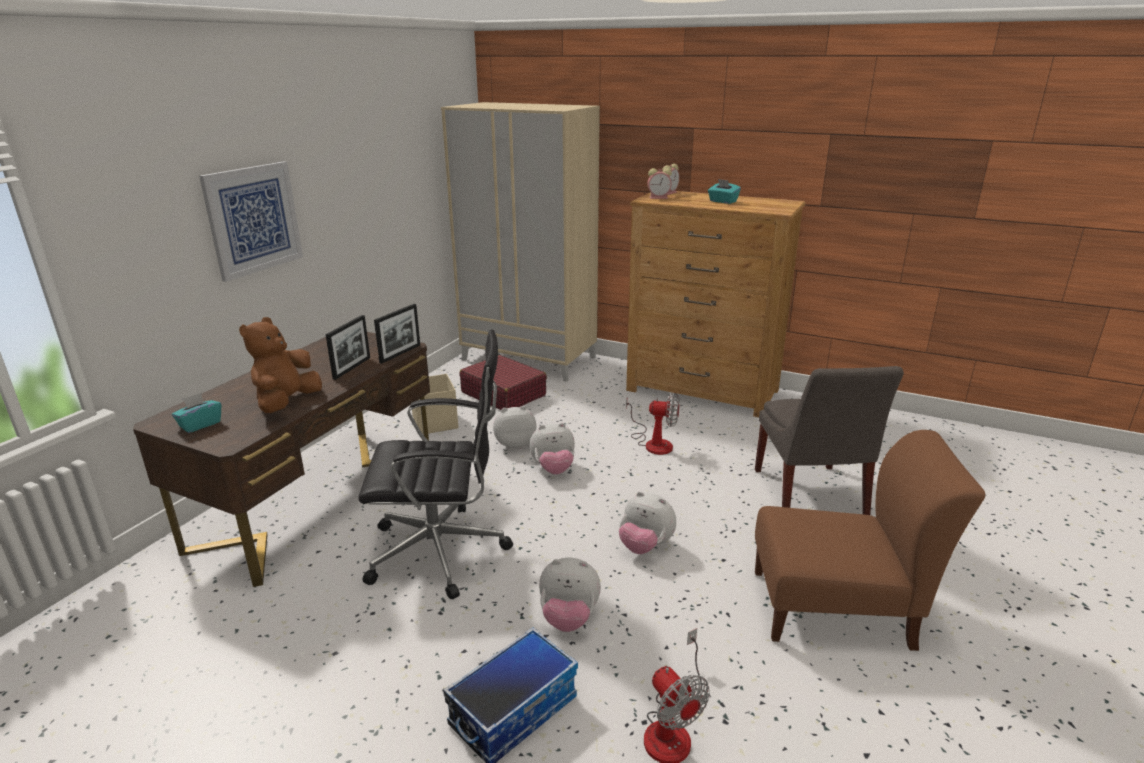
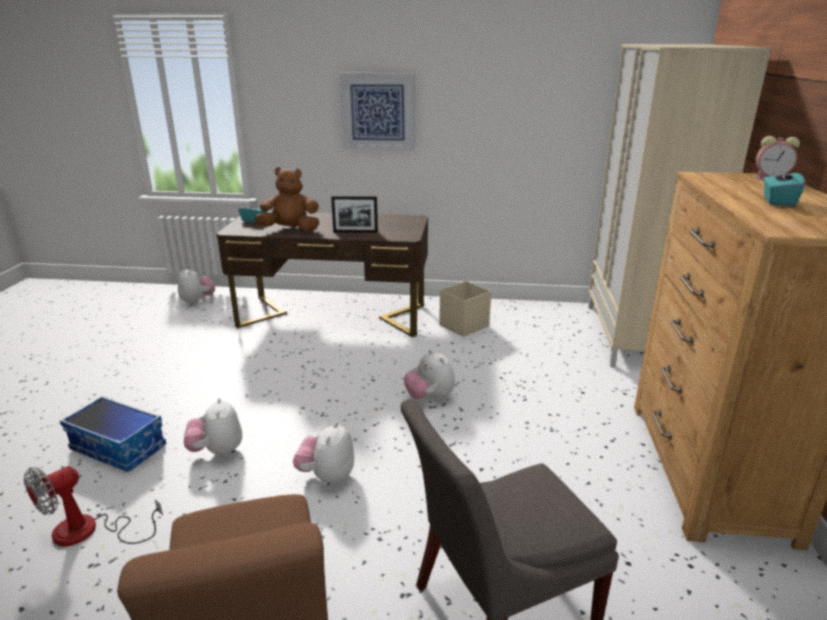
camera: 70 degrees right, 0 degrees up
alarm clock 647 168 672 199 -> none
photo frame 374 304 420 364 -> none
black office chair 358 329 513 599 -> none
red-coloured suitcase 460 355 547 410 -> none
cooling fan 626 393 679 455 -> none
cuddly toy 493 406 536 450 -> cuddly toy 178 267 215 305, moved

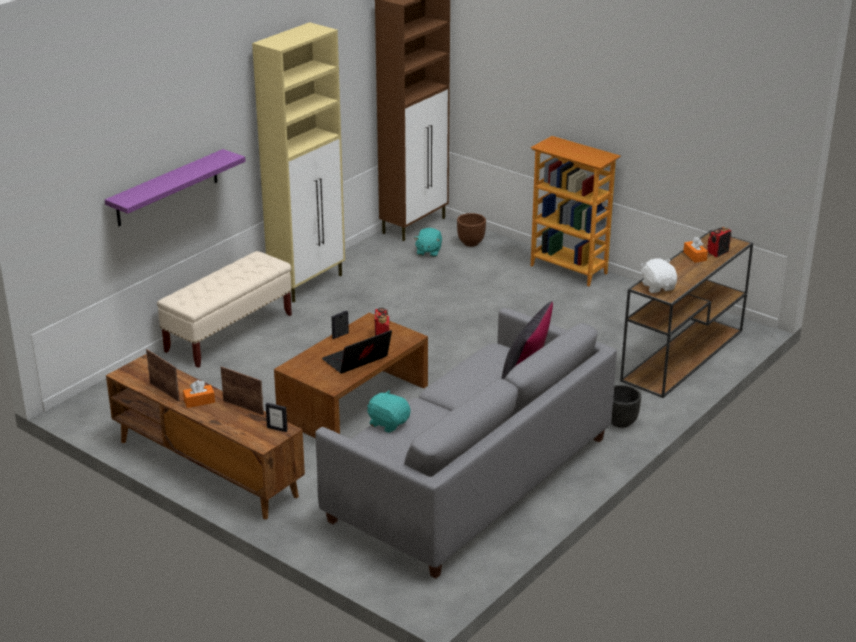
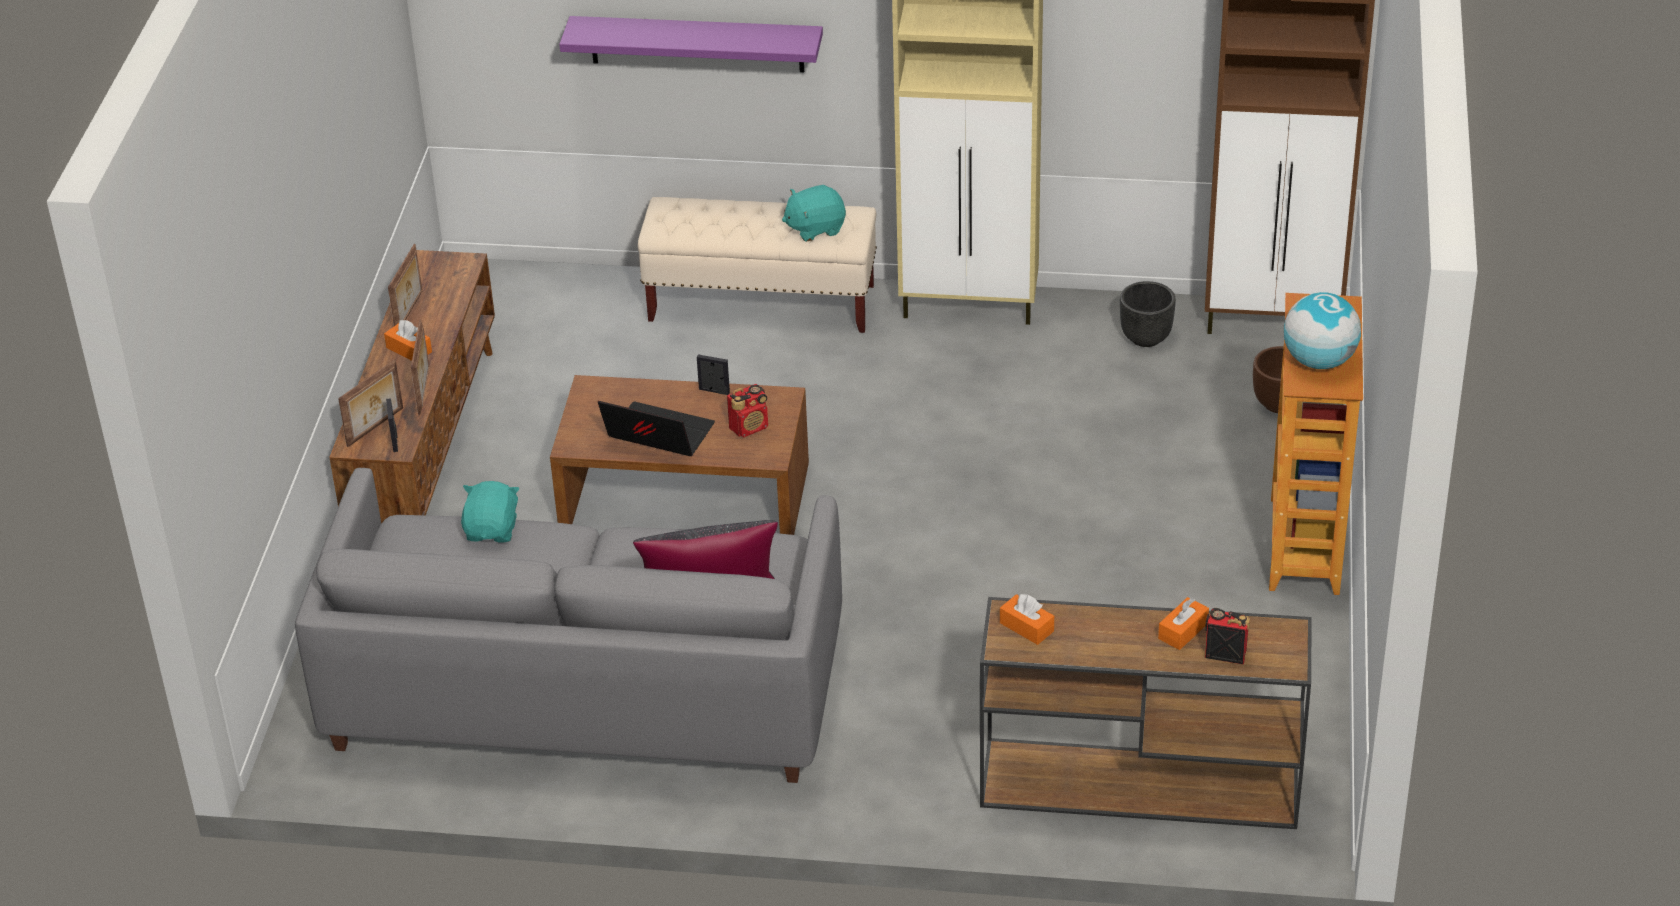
camera: 60 degrees right, 10 degrees up
turquoise cuddly toy 414 228 442 257 -> turquoise cuddly toy 782 185 846 242, moved
white-coloured cuddly toy 640 258 677 293 -> orange tissue holder 1000 594 1054 645
black planter 611 385 641 428 -> black planter 1120 281 1176 347, moved
none -> desk globe 1284 292 1361 369
none -> photo frame 338 359 403 447

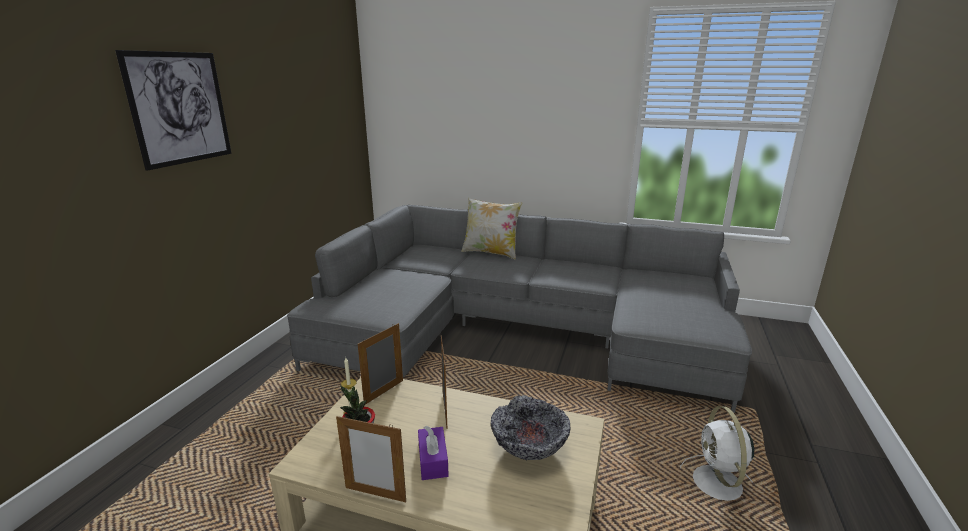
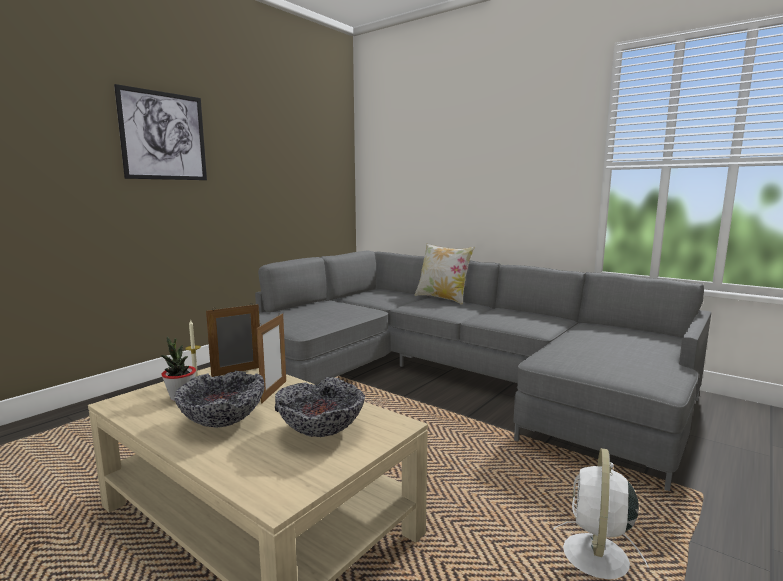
camera: 20 degrees right, 10 degrees down
photo frame 336 415 406 502 -> none
purplish tissue holder 418 426 449 480 -> bowl 174 371 265 428

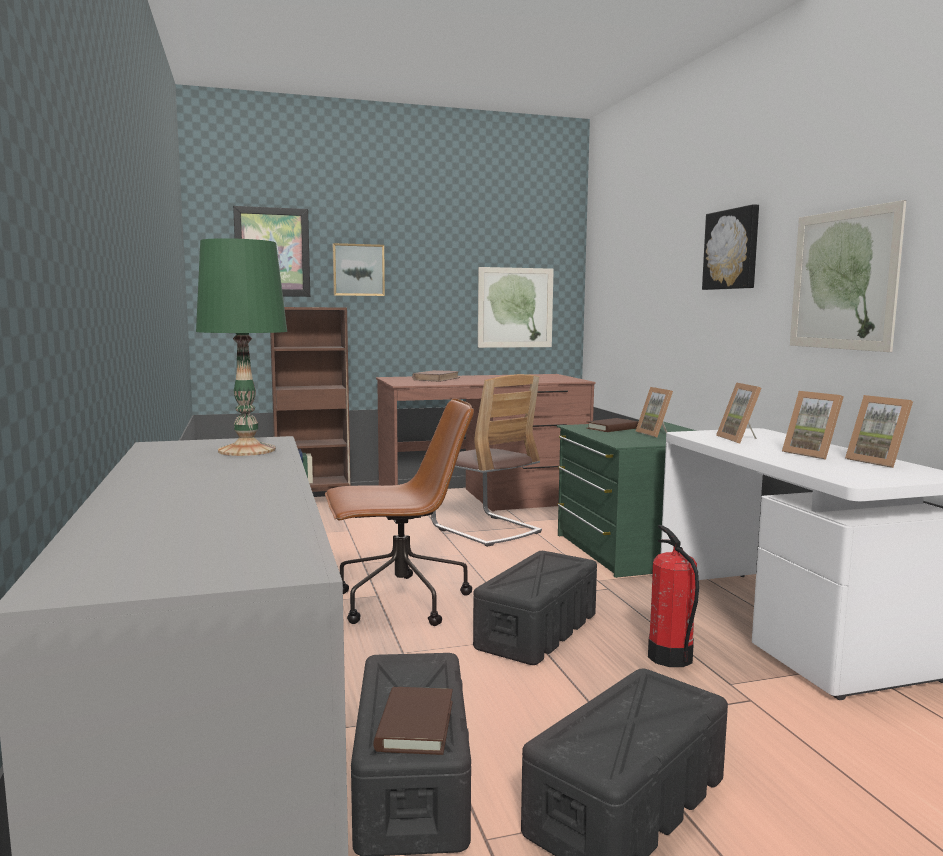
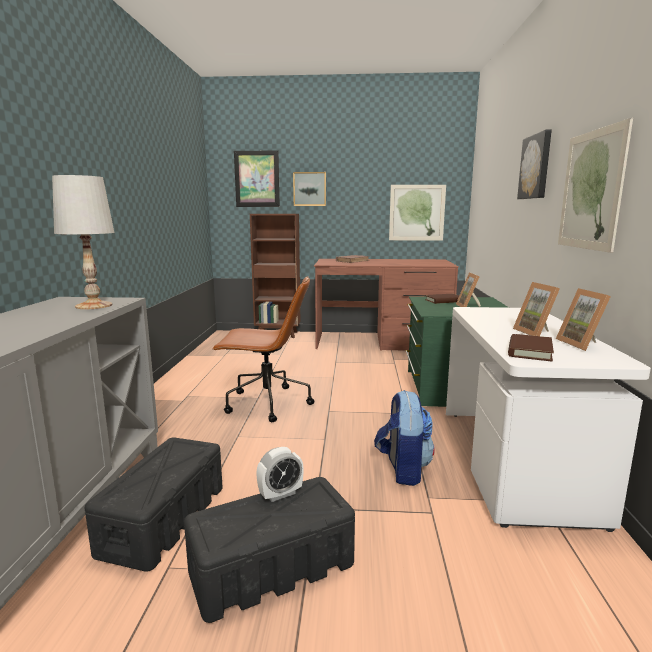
camera: 20 degrees right, 5 degrees up
green-coloured table lamp 196 238 287 456 -> white-coloured table lamp 52 175 114 309
chair 431 374 542 547 -> none
photo frame 716 383 761 444 -> none
fire-fighting cylinder 648 525 699 667 -> rucksack 374 390 435 486
black storage bin 473 551 597 665 -> none
brownish volume 373 687 453 755 -> brownish volume 508 334 554 362, moved
none -> alarm clock 256 447 304 502

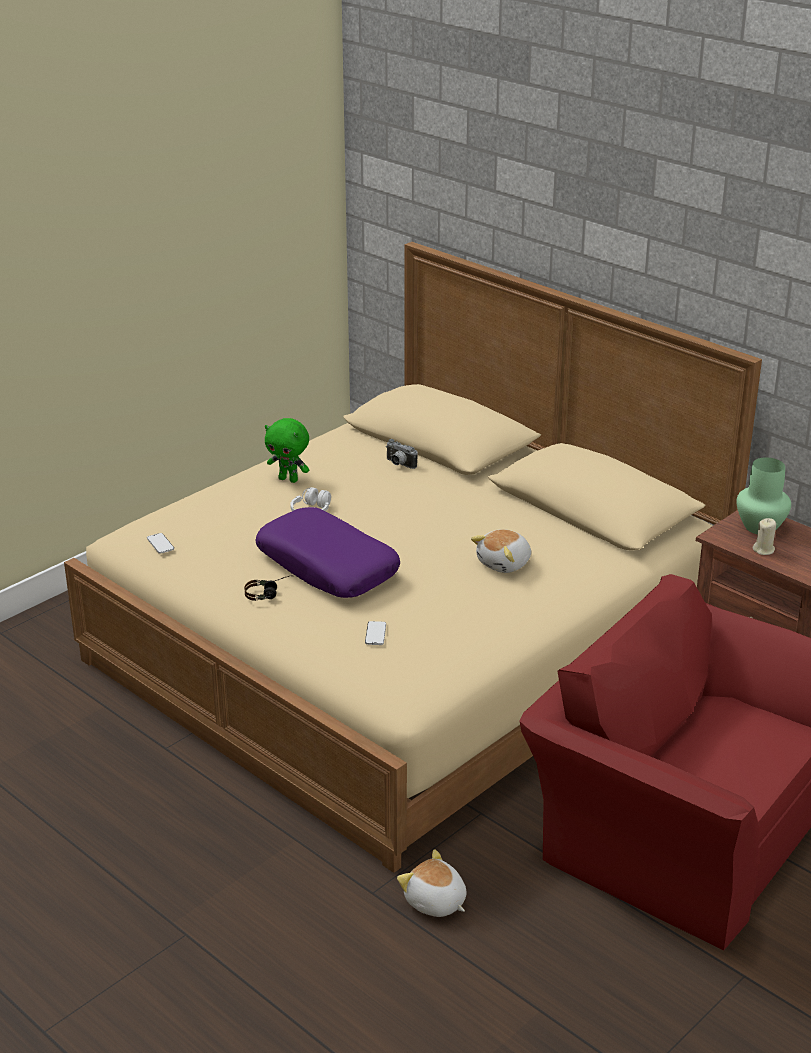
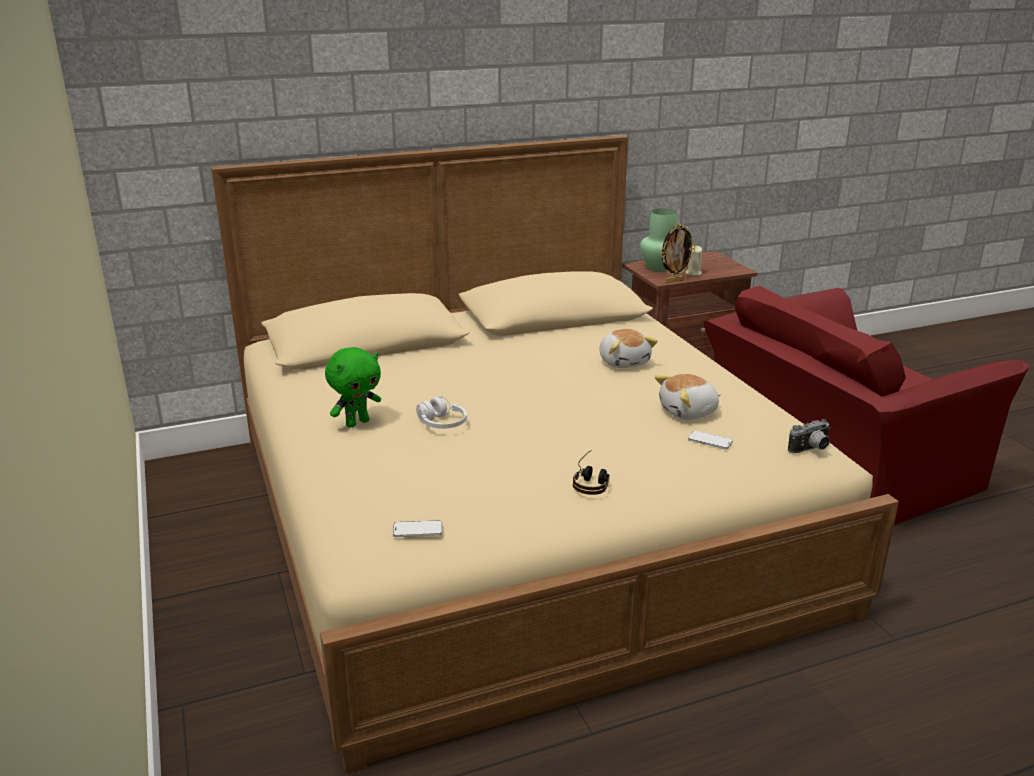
camera: 65 degrees left, 5 degrees down
photo camera 386 439 418 469 -> photo camera 788 419 830 453, moved
purplish pillow 256 507 400 598 -> none
cuddly toy 397 849 467 917 -> cuddly toy 655 374 721 420, moved
none -> photo frame 661 224 695 283

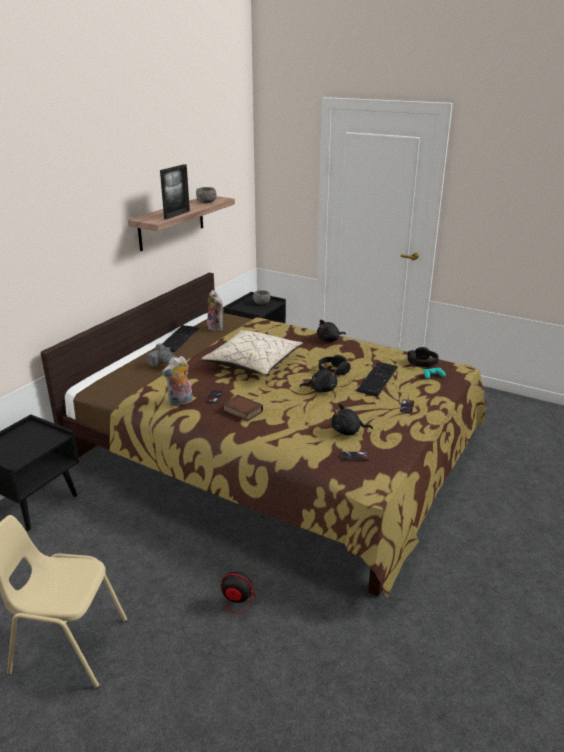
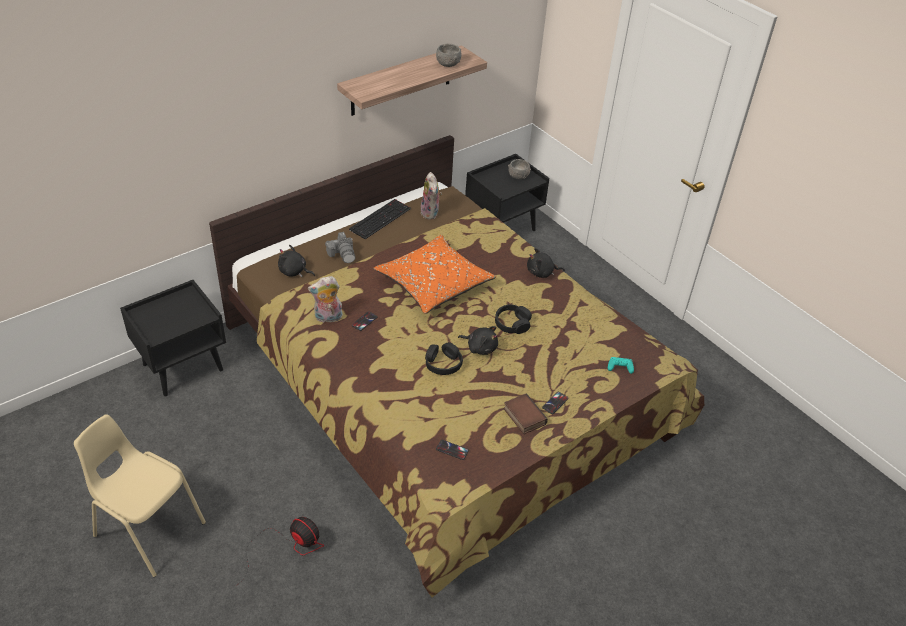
camera: 20 degrees right, 15 degrees up
photo frame 160 164 190 219 -> none
sand-coloured pillow 201 330 303 375 -> orange pillow 373 235 496 314
black headset 408 347 439 367 -> black headset 425 342 463 375, moved
computer keyboard 357 362 398 396 -> none
volume 223 395 263 421 -> volume 503 393 548 434, moved
black cuddly toy 331 404 373 435 -> black cuddly toy 278 245 315 277, moved

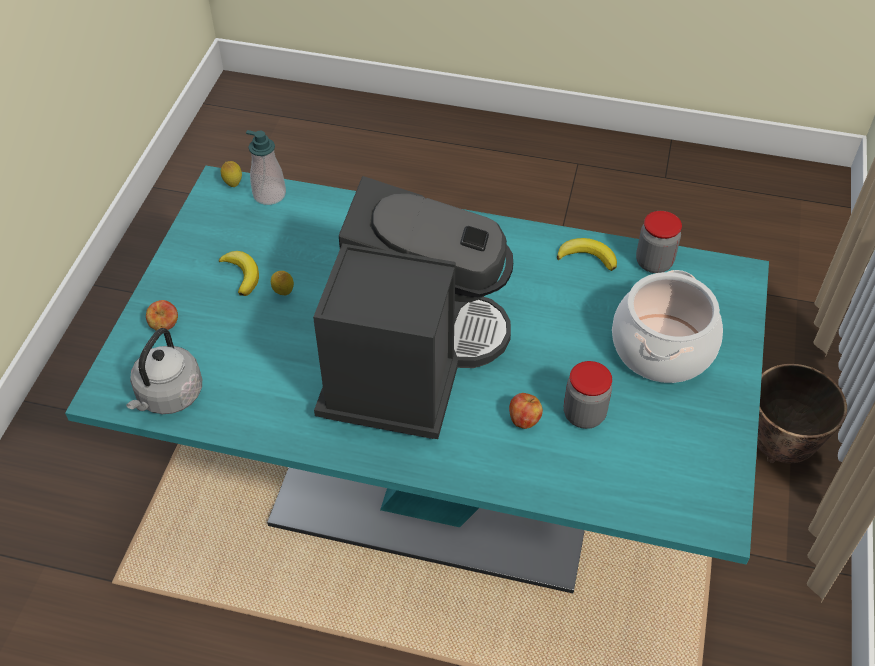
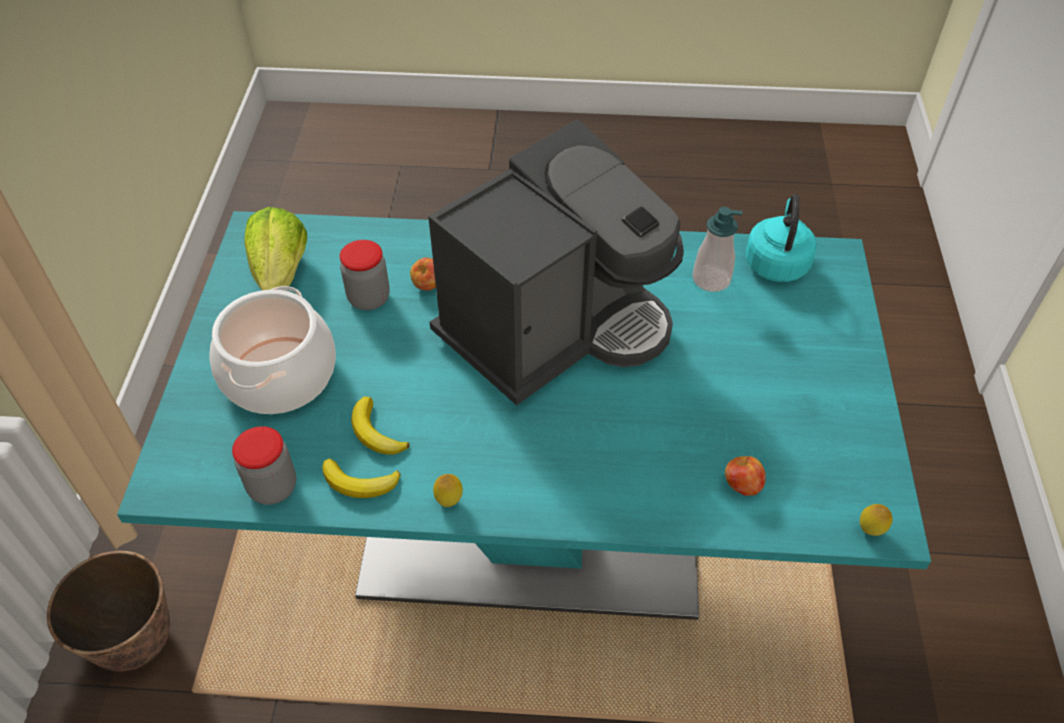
camera: 170 degrees right, 0 degrees up
liquid soap bottle 246 130 286 205 -> liquid soap bottle 692 207 743 292, moved
coffee brewer 313 176 513 439 -> coffee brewer 428 119 684 405, 135 degrees counterclockwise
banana fruit 219 251 259 296 -> banana fruit 351 396 410 455, moved
whole lemon 271 271 294 295 -> whole lemon 433 474 463 507, moved
whole apple 146 300 178 331 -> whole apple 725 456 766 496, moved
greyish water kettle 126 328 202 414 -> turquoise water kettle 745 194 817 282
none -> lettuce 244 207 307 291

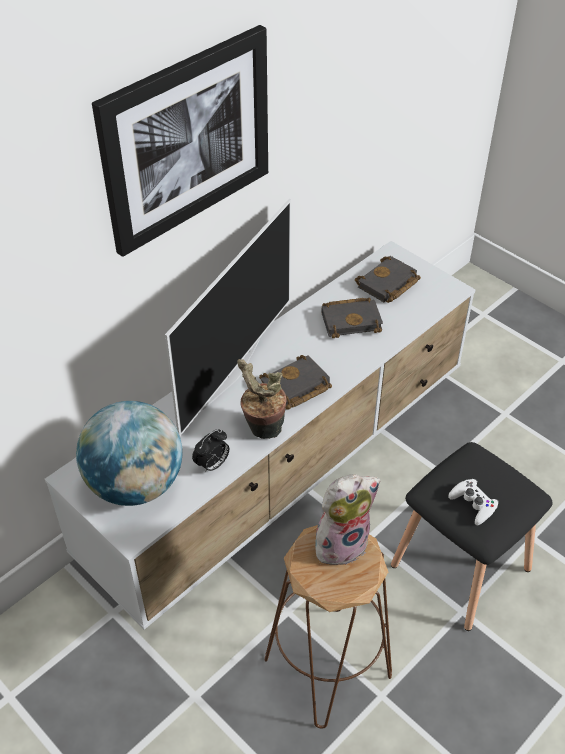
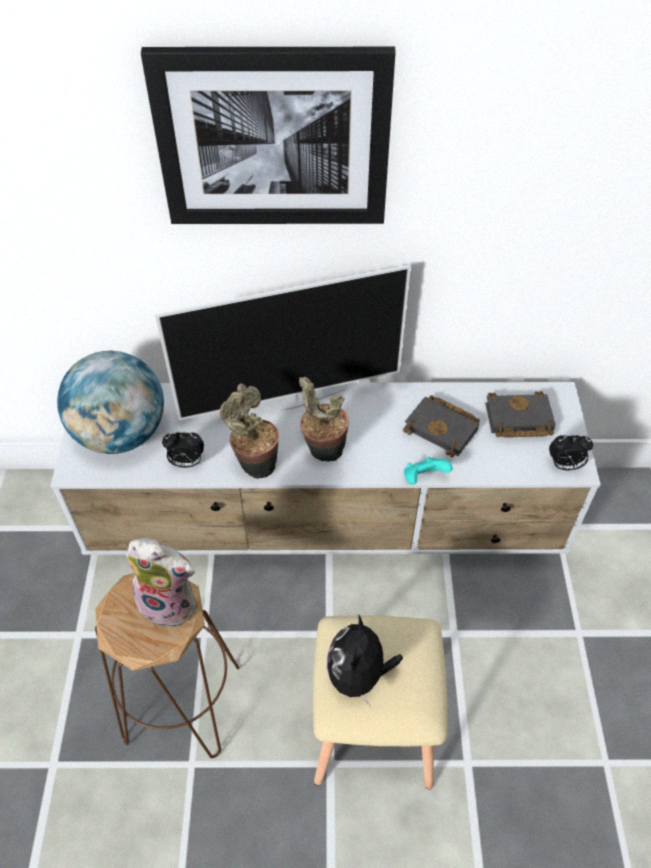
camera: 45 degrees right, 5 degrees up
black volume 259 355 332 409 -> plant in a pot 299 377 349 462
black stool seat 391 442 553 631 -> sand-coloured stool seat 313 616 448 789
white-coloured gamepad 448 479 499 525 -> cuddly toy 327 614 403 706
none -> alarm clock 549 435 593 470
none -> turquoise gamepad 404 457 453 485

